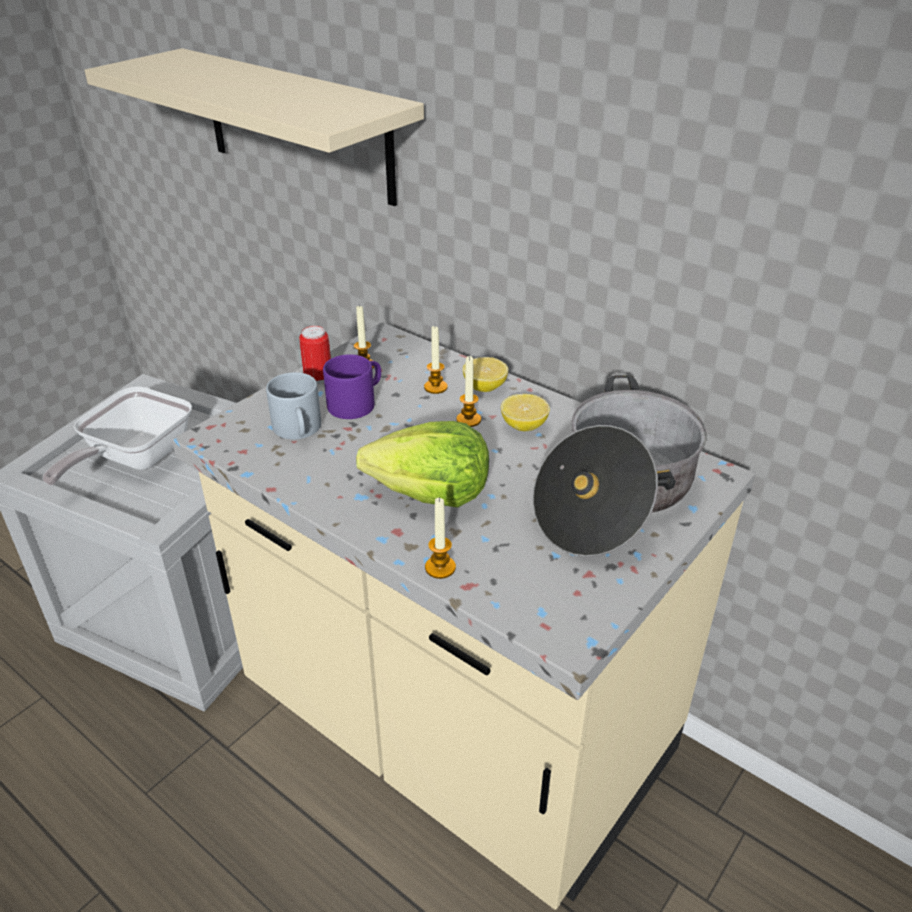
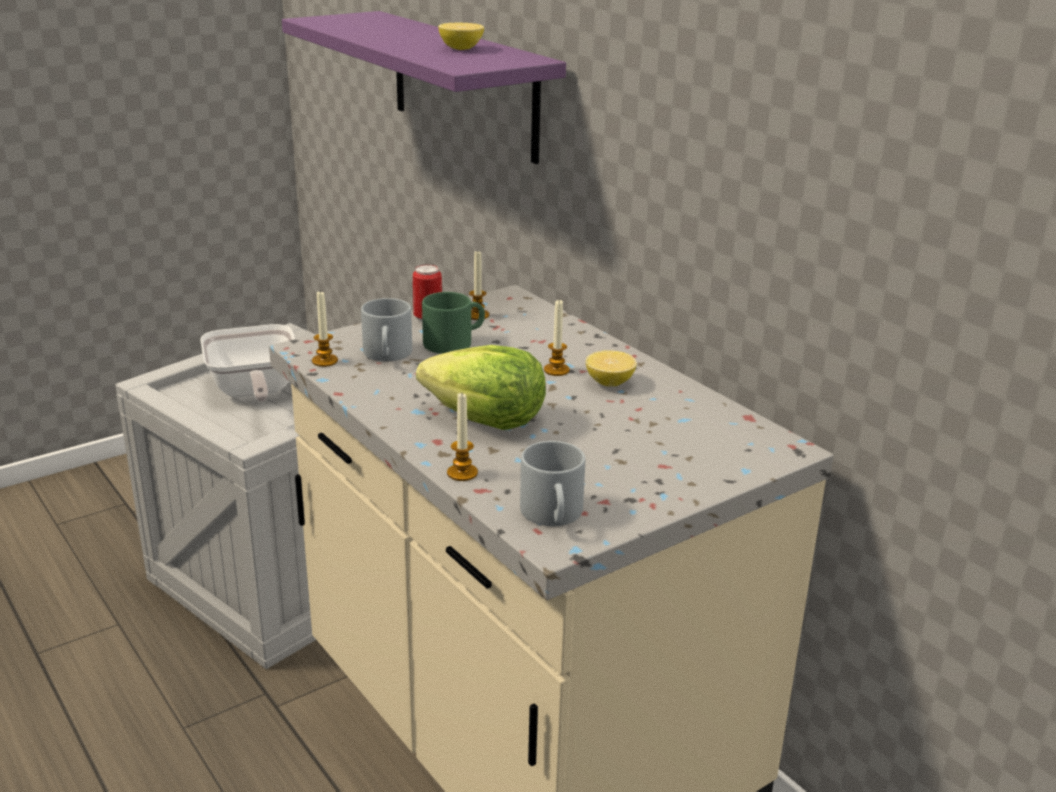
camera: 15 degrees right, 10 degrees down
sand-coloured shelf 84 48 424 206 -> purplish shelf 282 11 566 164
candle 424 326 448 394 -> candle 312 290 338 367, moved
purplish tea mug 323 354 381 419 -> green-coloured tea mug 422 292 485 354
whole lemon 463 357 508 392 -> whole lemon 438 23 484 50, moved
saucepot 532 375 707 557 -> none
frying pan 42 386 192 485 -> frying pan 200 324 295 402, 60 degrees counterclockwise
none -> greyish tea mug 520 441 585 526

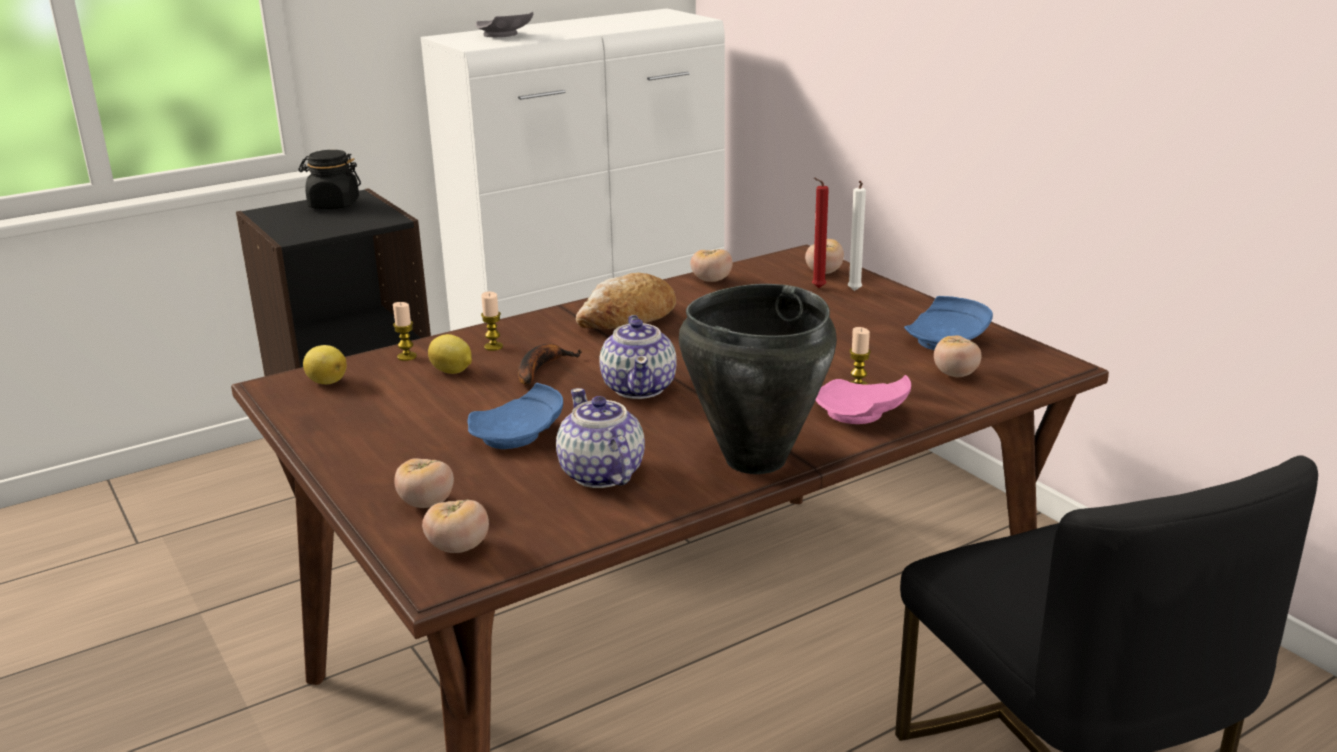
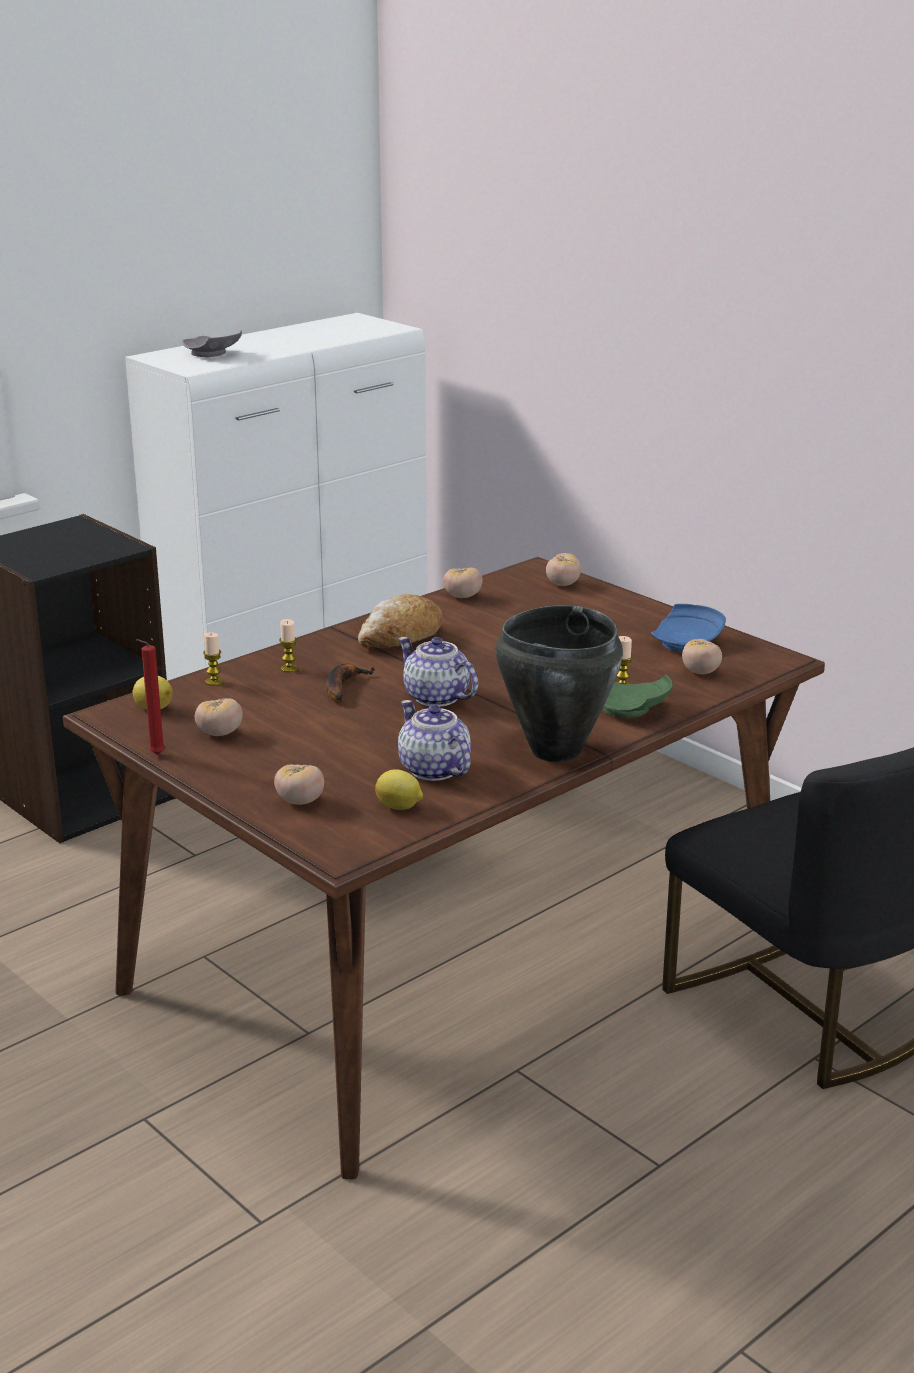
camera: 10 degrees left, 0 degrees up
black preserve jar 299 150 361 209 -> none
red-coloured candle 812 178 829 288 -> red-coloured candle 136 639 165 755, moved
white-coloured candle 848 181 866 291 -> none
tea pot 599 315 677 399 -> tea pot 398 637 478 707, 150 degrees clockwise
whole lemon 428 334 472 374 -> whole lemon 375 769 423 810, moved
pinkish plate 815 375 911 424 -> green-coloured plate 603 675 673 718
bluish plate 467 383 563 449 -> none
whole tomato 422 499 489 553 -> whole tomato 195 698 243 736, moved

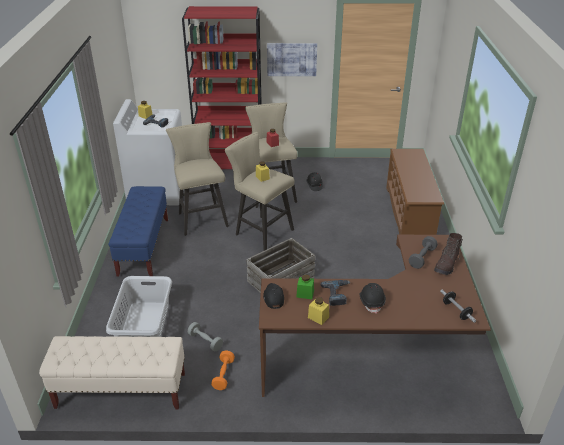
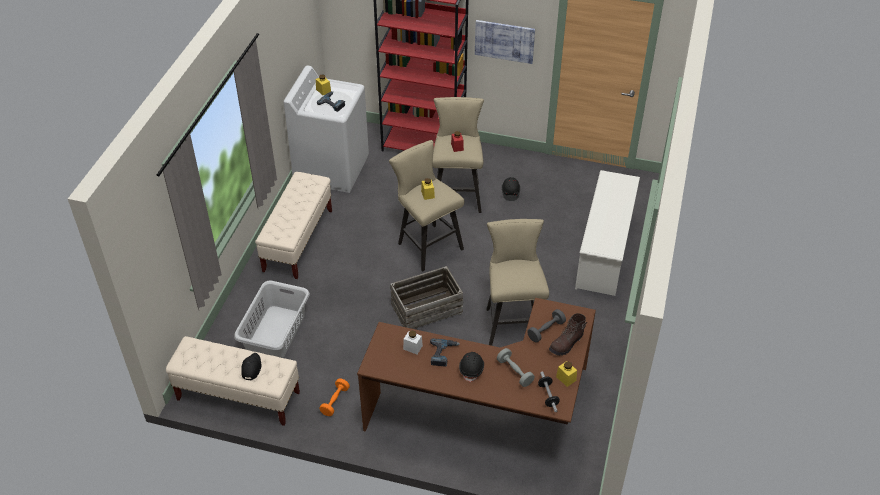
camera: 15 degrees right, 10 degrees up
sand-coloured stool seat 166 122 229 236 -> sand-coloured stool seat 487 219 549 346, moved
brownish shoe shelf 386 149 444 235 -> white-coloured shoe shelf 575 170 640 296
bluish bench 108 186 168 276 -> sand-coloured bench 255 172 332 279
green-coloured preserve jar 296 274 314 299 -> white-coloured preserve jar 403 331 423 354
black baseball cap 263 283 284 309 -> black baseball cap 241 353 262 380, moved
yellow-coloured preserve jar 308 297 329 325 -> yellow-coloured preserve jar 556 361 577 387, moved
greyish free weight 188 322 223 351 -> greyish free weight 497 348 535 387, moved

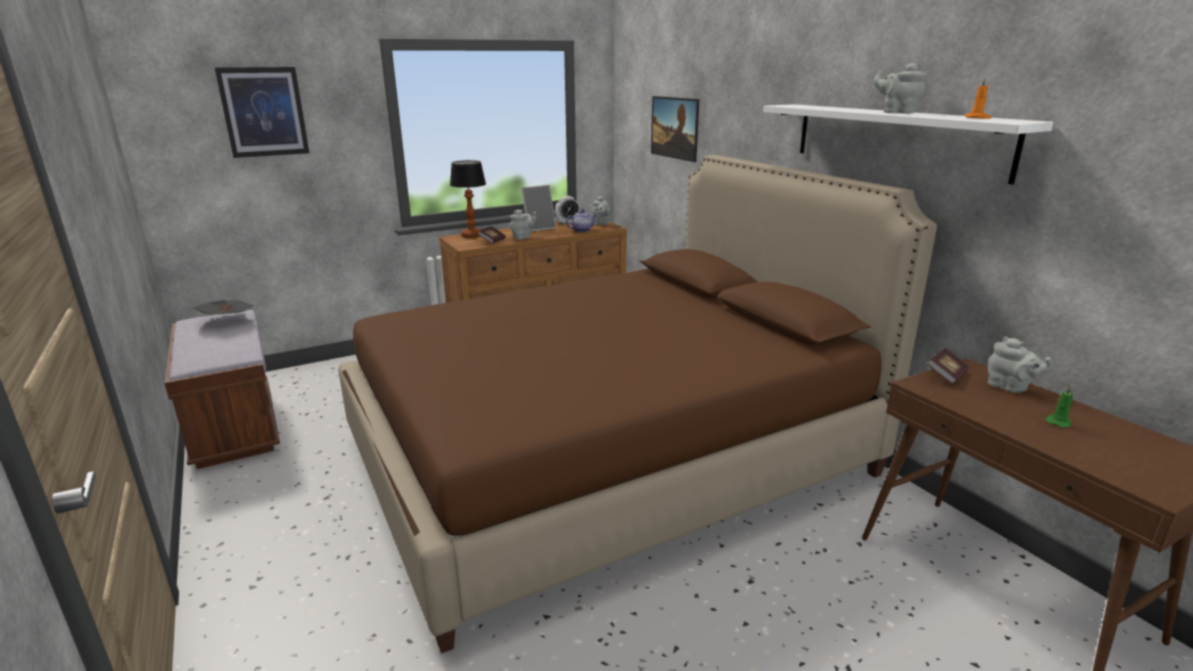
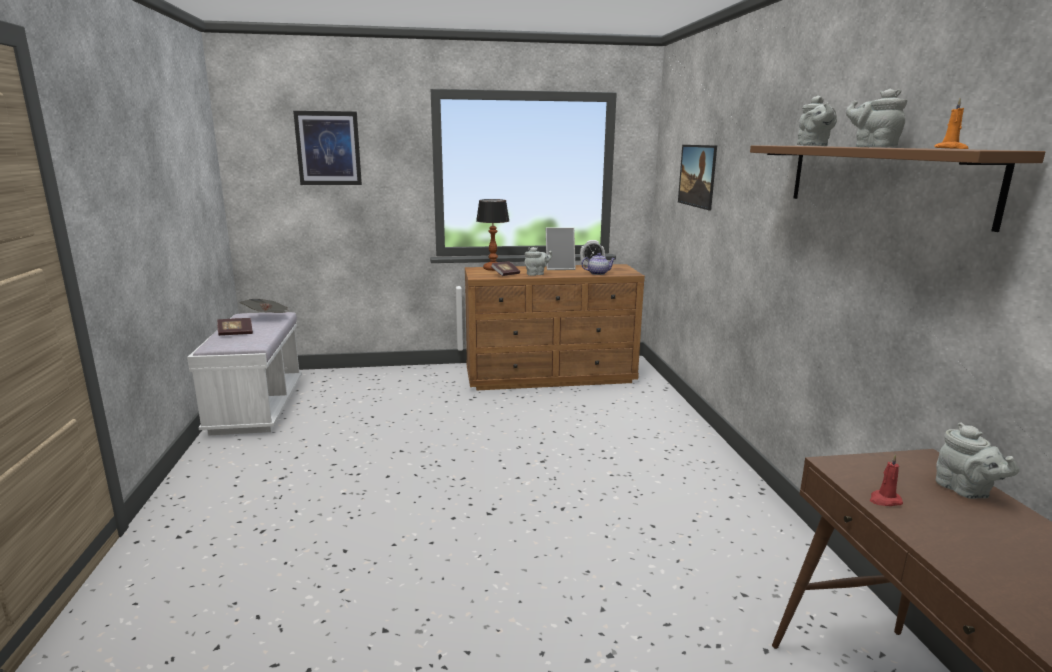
camera: 20 degrees right, 5 degrees down
white-coloured shelf 763 104 1053 185 -> brownish shelf 750 145 1045 232
brownish bedroom bed 338 155 937 653 -> none
greyish tea pot 593 196 611 225 -> greyish tea pot 797 95 837 146, moved
brownish bench 164 310 280 469 -> white-coloured bench 187 312 302 436
volume 927 348 969 384 -> volume 217 318 253 336, moved
green-coloured candle 1046 385 1073 428 -> none
none -> red-coloured candle 870 454 903 506

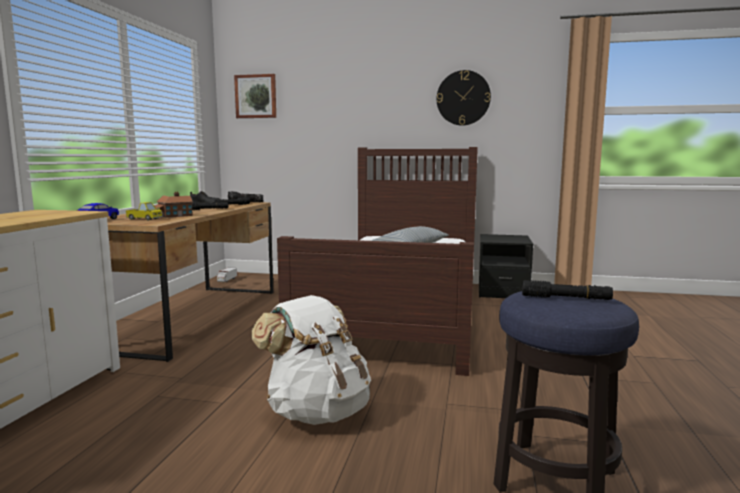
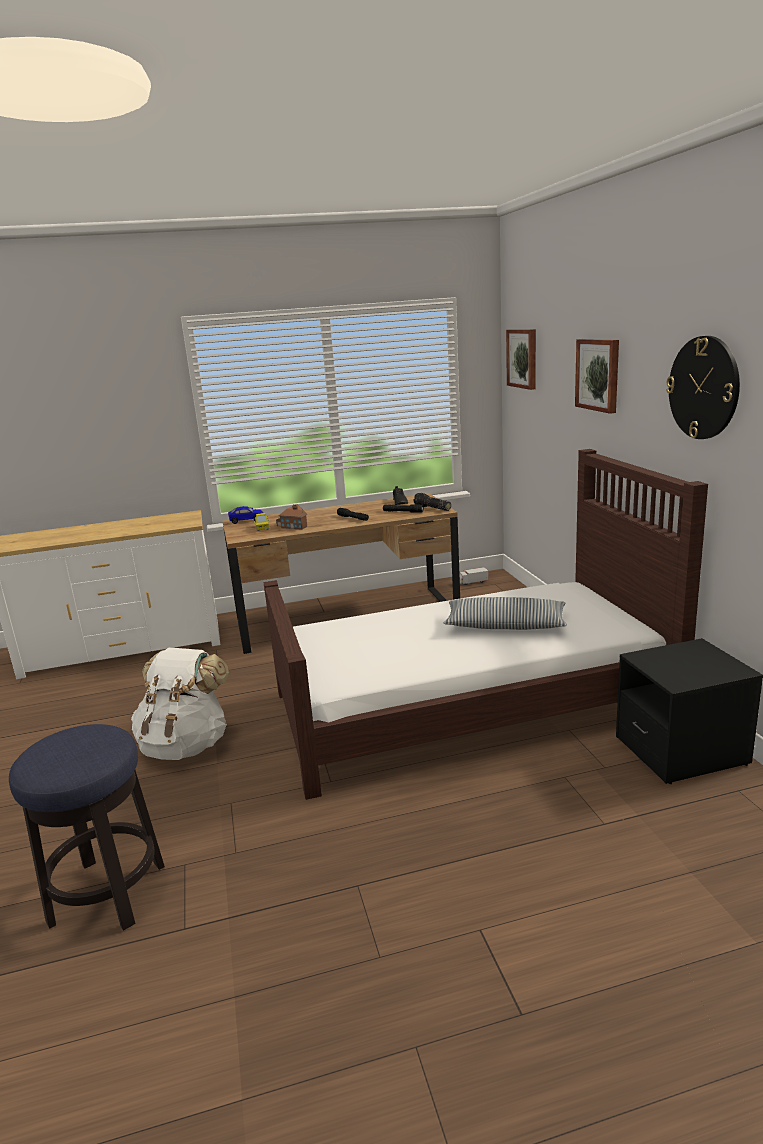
camera: 65 degrees right, 10 degrees up
black torch 522 280 613 300 -> none
none -> picture 575 339 619 414

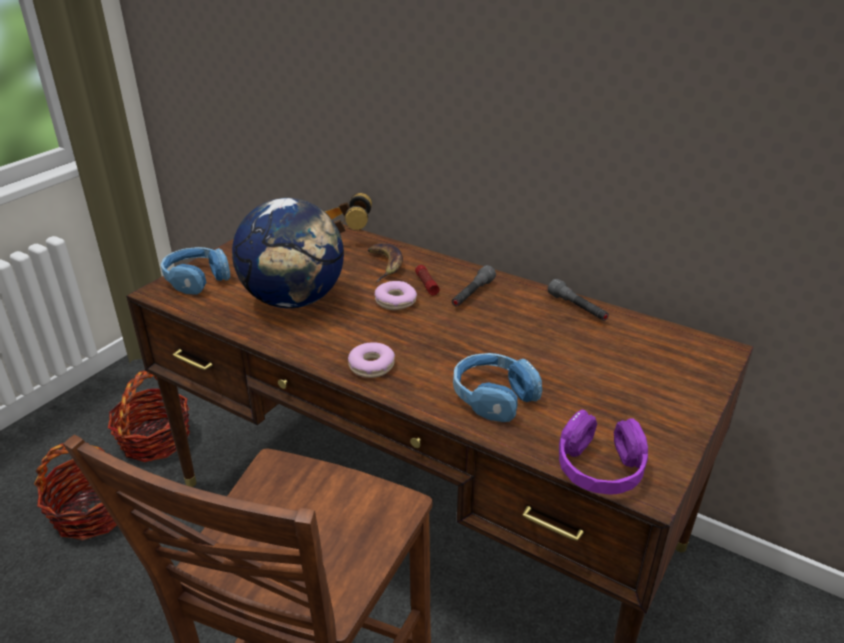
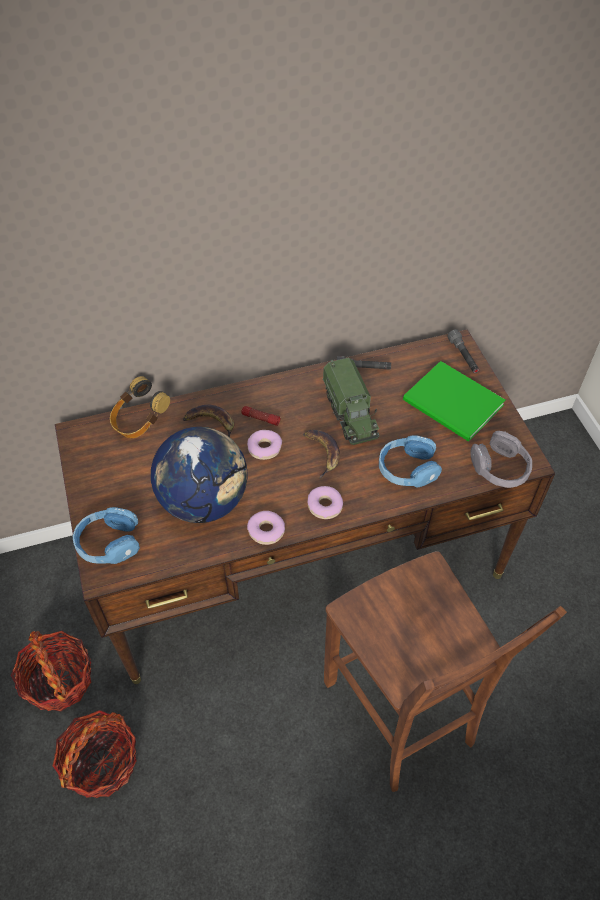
camera: 50 degrees left, 20 degrees up
greyish torch 452 265 496 306 -> greyish torch 447 329 479 373, moved
purplish headset 559 410 648 495 -> greyish headset 470 431 532 488
none -> toy truck 323 358 379 445
none -> green-coloured volume 403 361 505 442
none -> banana fruit 303 430 340 479
none -> doughnut 247 511 285 545

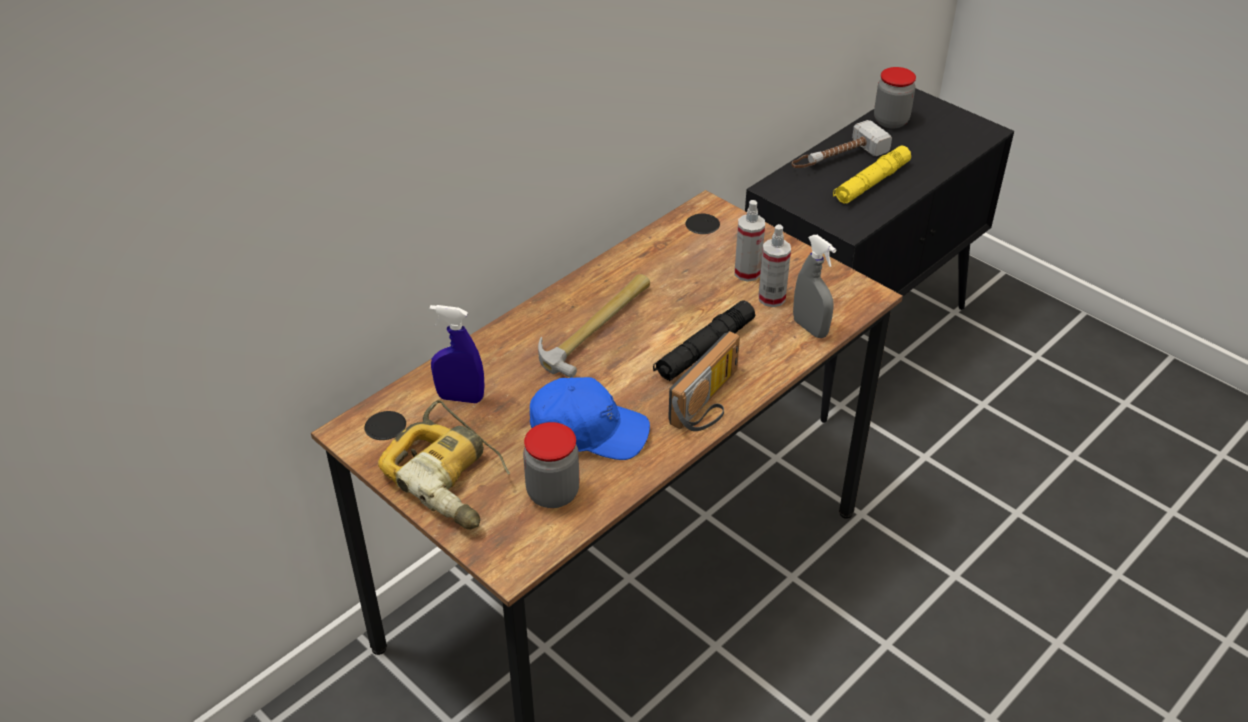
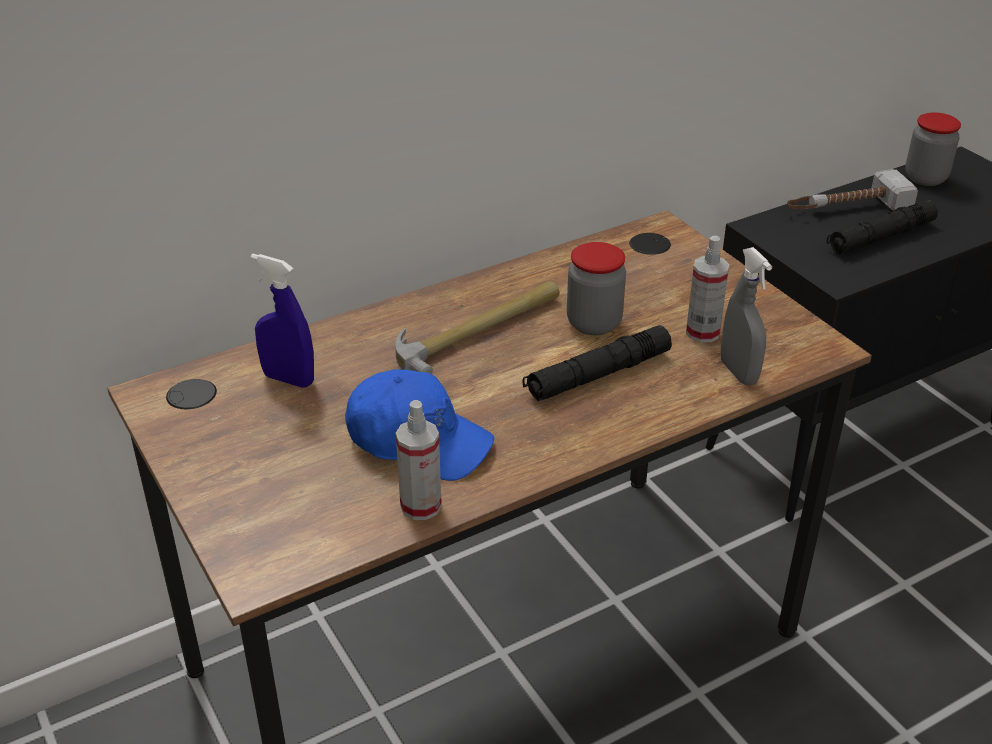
camera: 15 degrees right, 5 degrees down
yellow-coloured torch 833 146 911 204 -> black torch 827 200 937 254
sprayer 735 200 765 282 -> sprayer 396 400 442 520, moved
radio receiver 668 331 740 431 -> none
power drill 378 400 510 530 -> none
preserve jar 523 422 580 508 -> preserve jar 567 242 626 335, moved

